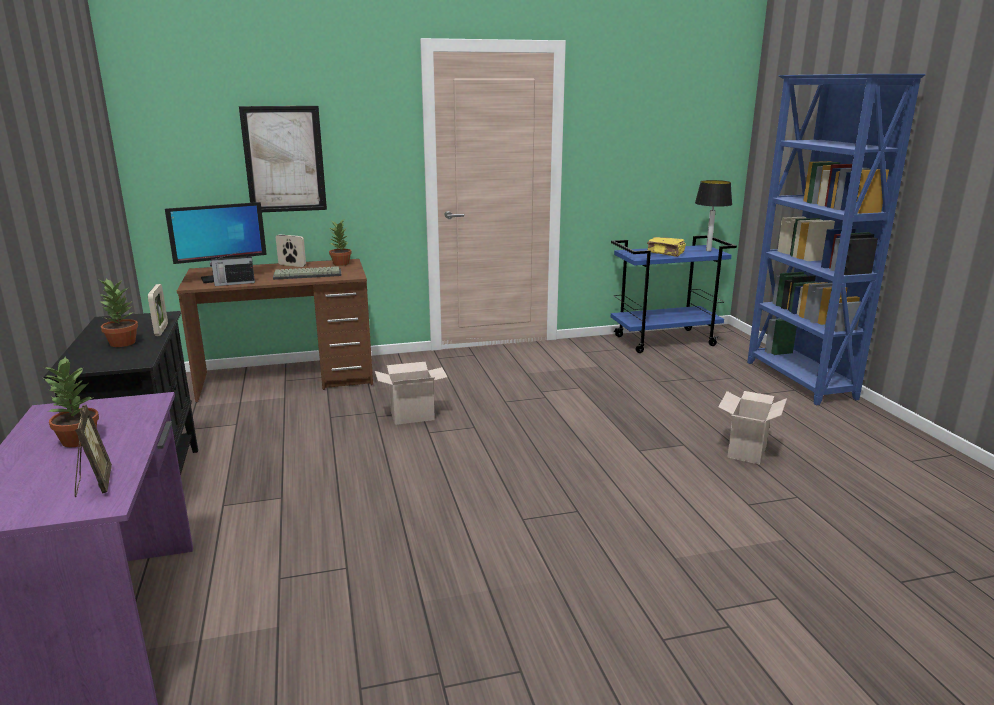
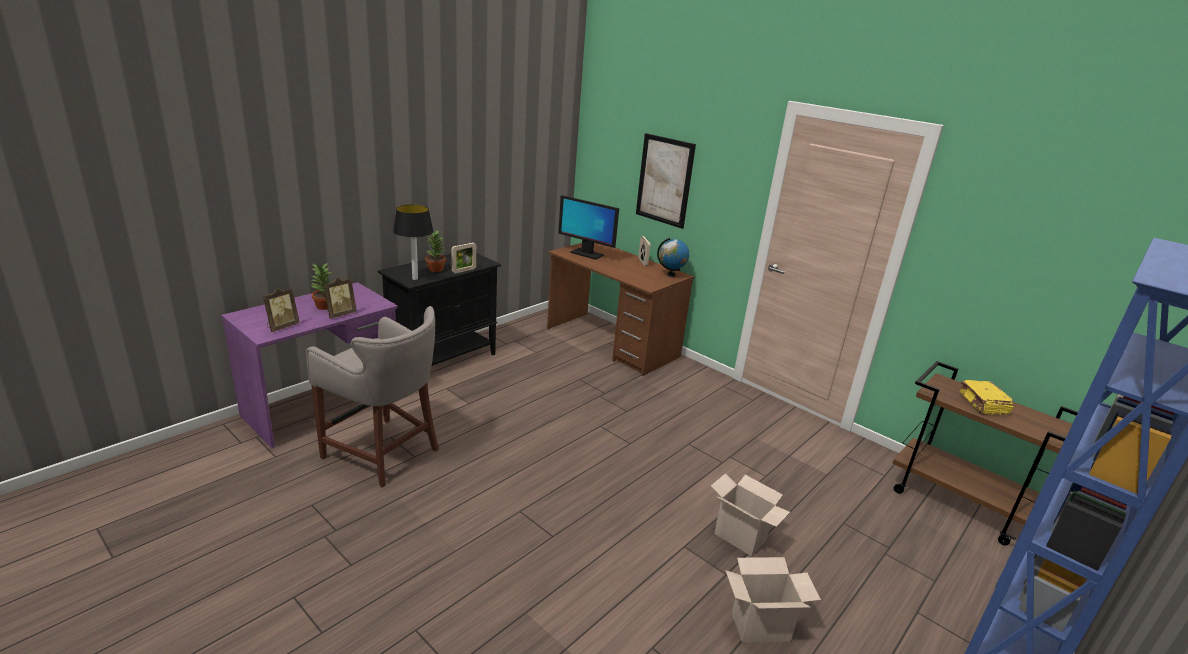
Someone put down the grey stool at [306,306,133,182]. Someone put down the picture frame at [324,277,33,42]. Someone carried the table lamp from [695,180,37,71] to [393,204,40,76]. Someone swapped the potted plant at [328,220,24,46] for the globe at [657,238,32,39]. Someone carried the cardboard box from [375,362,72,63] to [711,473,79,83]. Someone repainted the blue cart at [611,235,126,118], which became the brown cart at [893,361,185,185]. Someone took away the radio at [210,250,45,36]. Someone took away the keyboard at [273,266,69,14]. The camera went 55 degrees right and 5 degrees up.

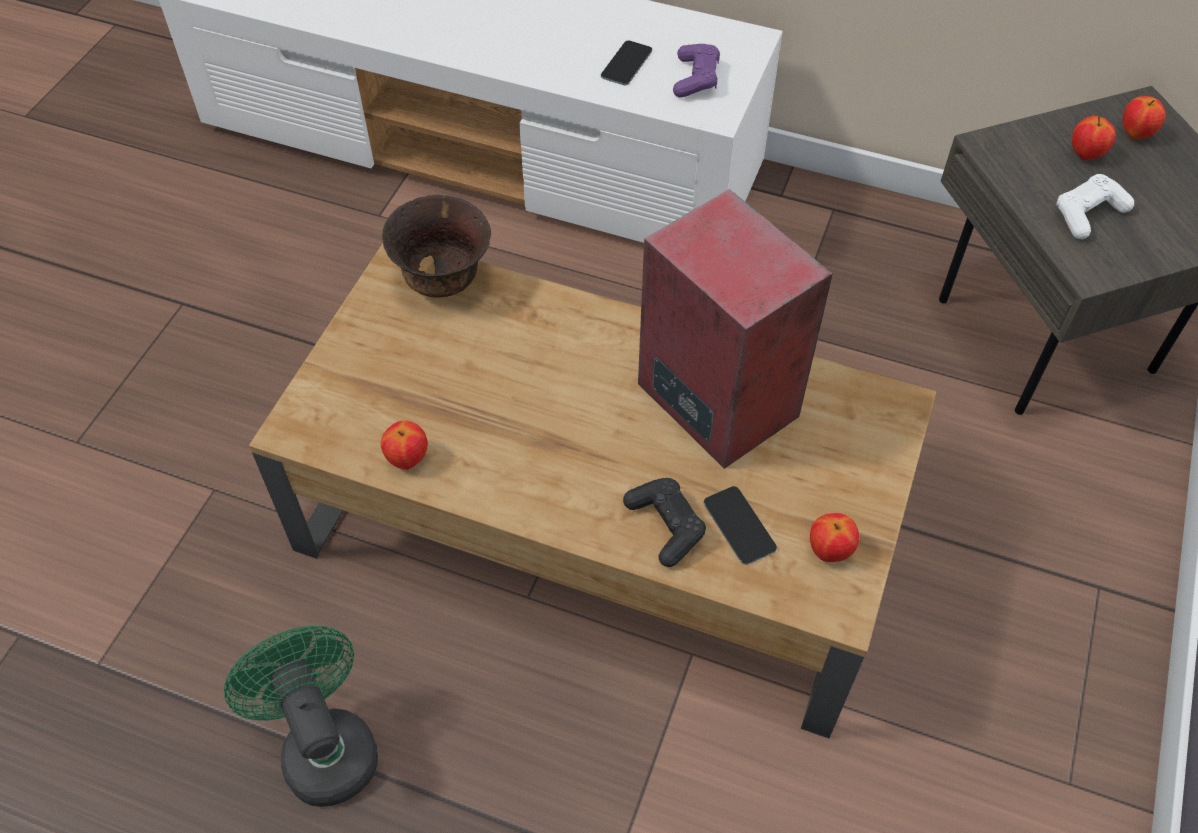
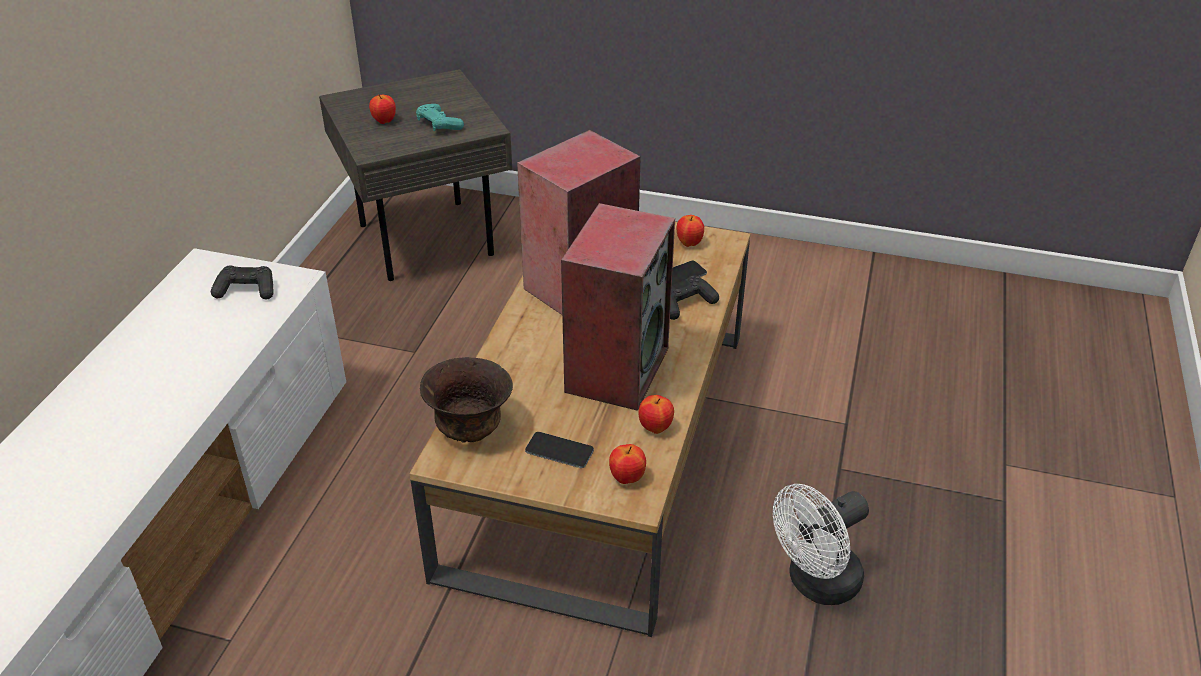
Someone repainted the purple game controller at [673,44,47,54], which became the black game controller at [211,266,62,33]. Someone repainted the white game controller at [1056,174,78,65], which became the turquoise game controller at [416,104,48,27]. Someone carried the phone from [601,40,51,45] to [525,432,69,36]. Someone put down the speaker at [561,203,114,208]. Someone carried the apple from [1122,96,44,43] to [609,444,37,40]. Someone repainted the green fan at [224,626,154,181], which became the white fan at [773,484,96,121]. The camera went 95 degrees left and 15 degrees down.

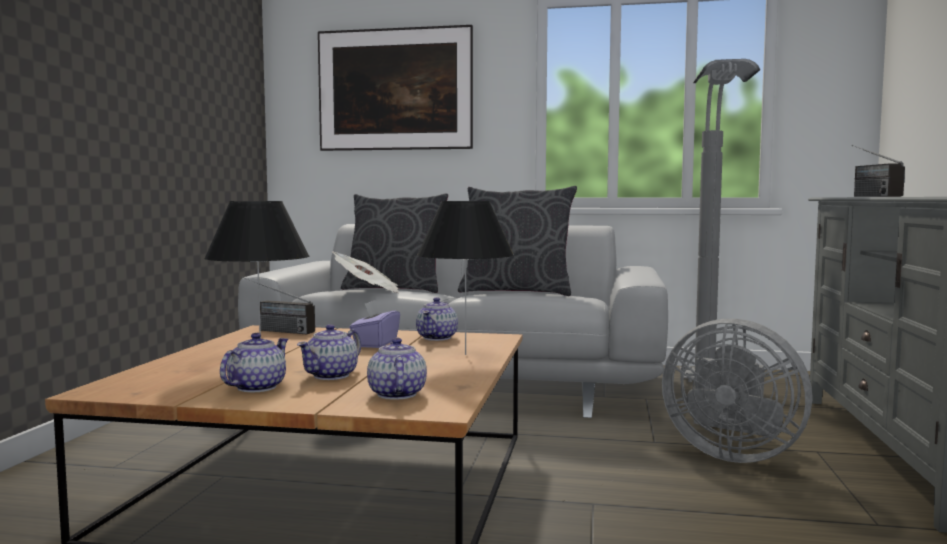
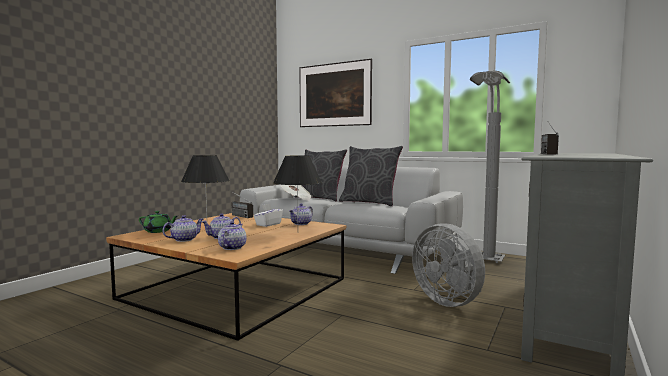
Someone put down the green teapot at [139,211,39,22]. Someone repainted the purple tissue box at [349,300,51,48], which became the white tissue box at [253,203,30,24]. The camera went 20 degrees right and 0 degrees up.

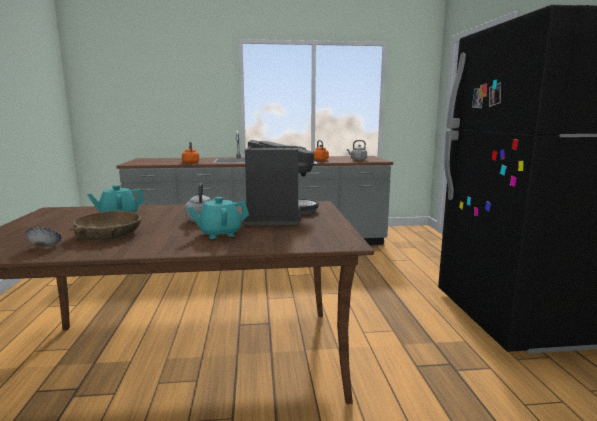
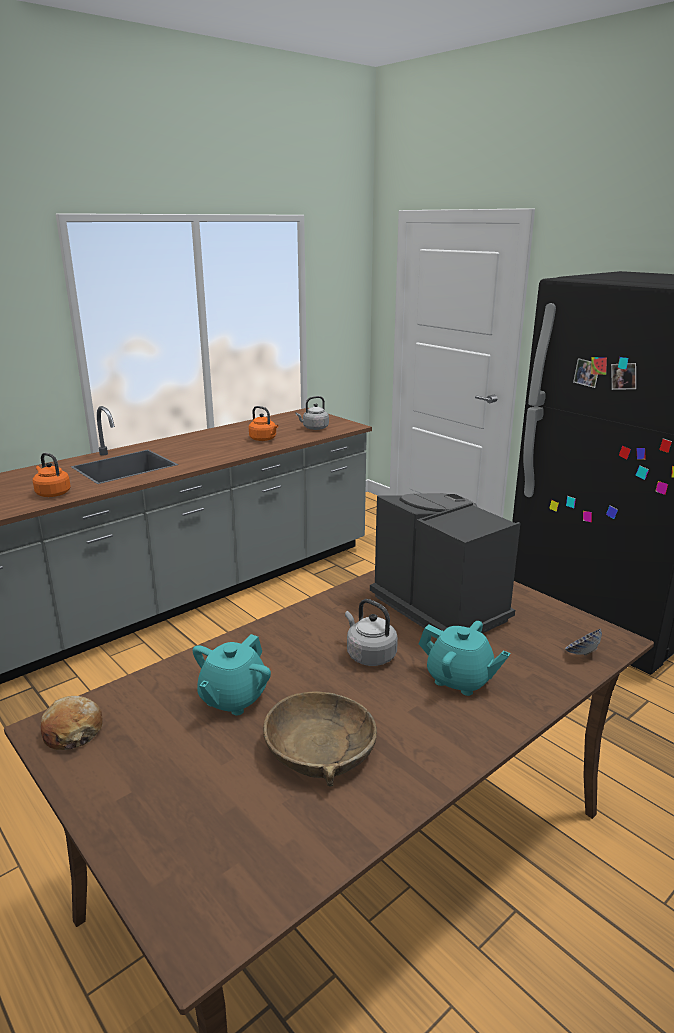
Someone put down the bread at [40,696,63,54]. Someone rotated the turquoise teapot at [187,197,62,42] by 90 degrees counterclockwise. Someone carried the bowl from [26,227,36,21] to [565,629,37,26]. The camera went 35 degrees left and 10 degrees up.

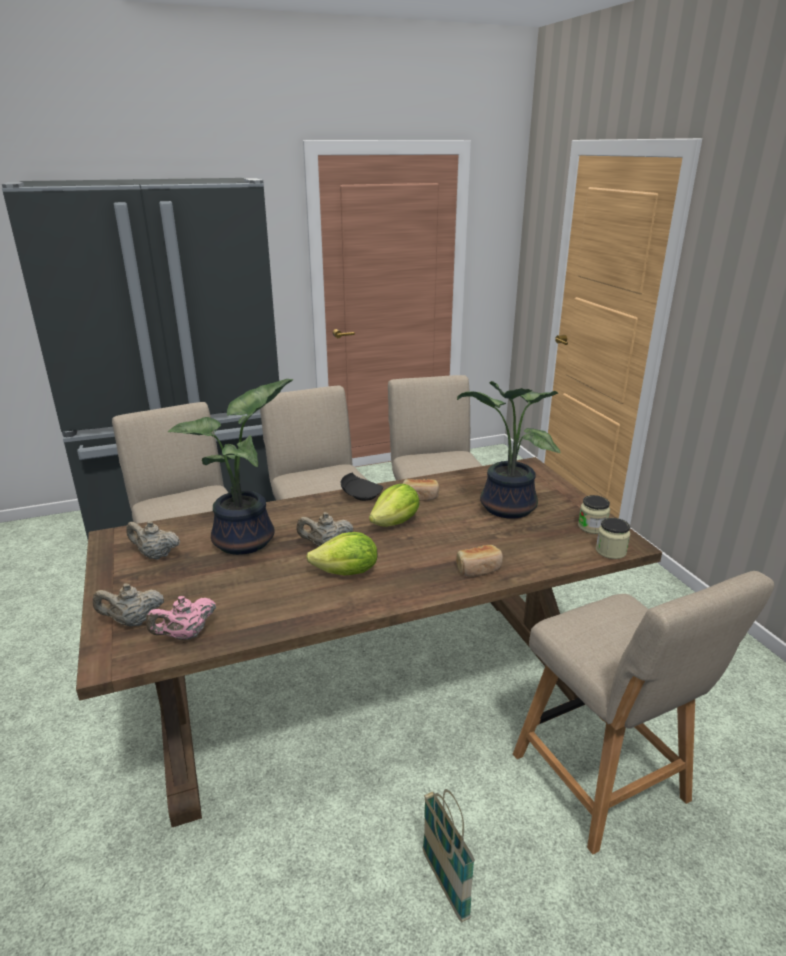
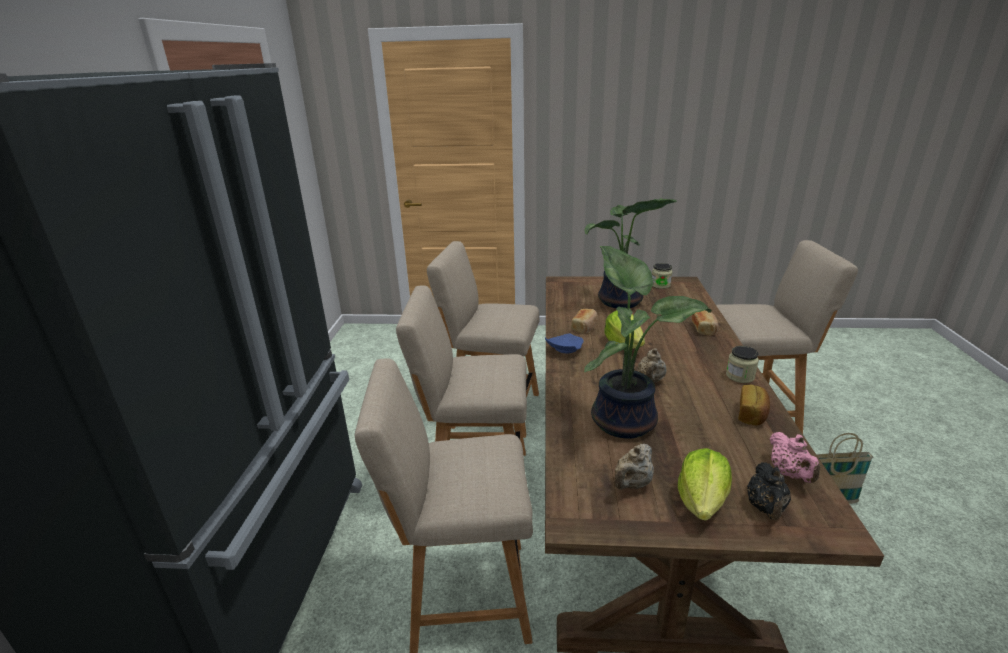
Someone repainted the black plate at [341,473,42,28], which became the blue plate at [545,334,39,19]. Someone carried the lettuce from [306,532,71,44] to [678,448,54,73]. Someone carried the jar from [596,518,34,41] to [726,346,33,37]. Someone put down the bread at [738,385,32,40]. Someone repainted the beige teapot at [93,583,71,44], which became the black teapot at [747,462,44,58]. The camera went 65 degrees left and 0 degrees up.

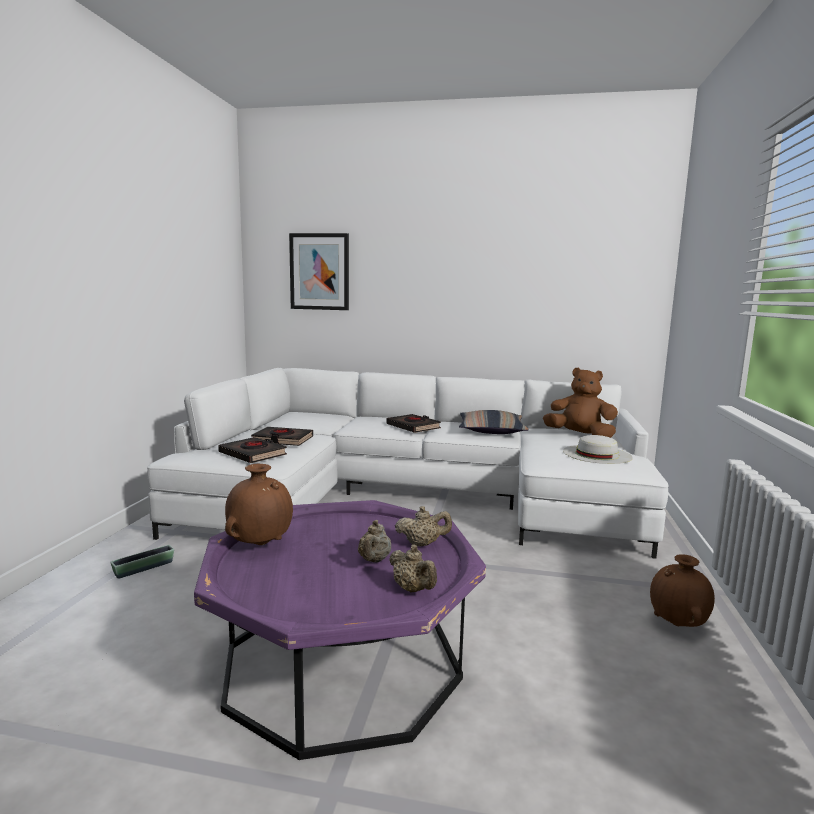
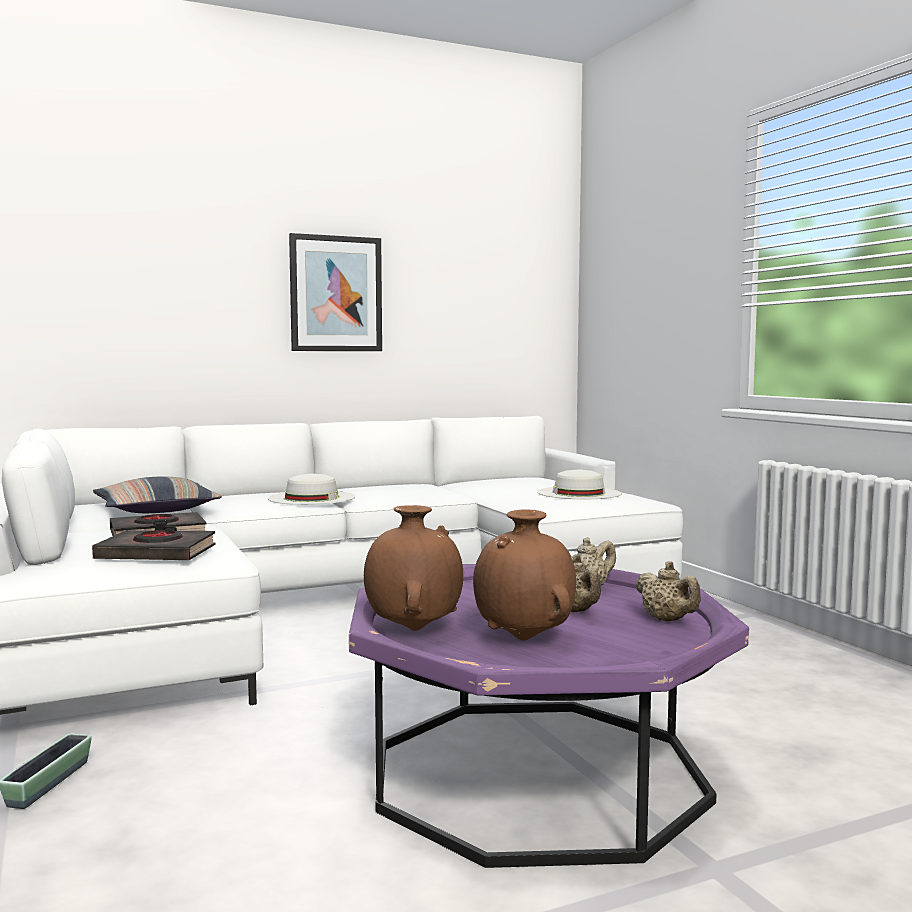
Someone carried the pillow from [459,410,69,24] to [93,477,129,36]. Someone swapped the black book at [387,414,54,19] for the white hat at [268,474,87,31]. Someone carried the picture from [289,233,60,77] to [289,233,93,118]. Someone carried the brown vase from [650,554,65,73] to [473,509,103,132]. Someone rotated the beige teapot at [389,545,48,47] by 45 degrees clockwise. Someone took away the brown plush toy at [543,367,75,71]. The camera went 35 degrees left and 5 degrees down.

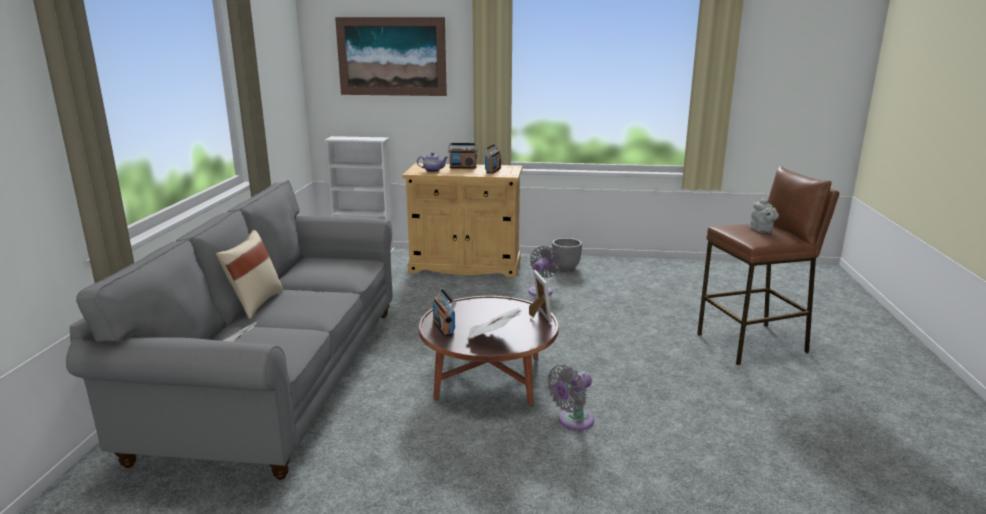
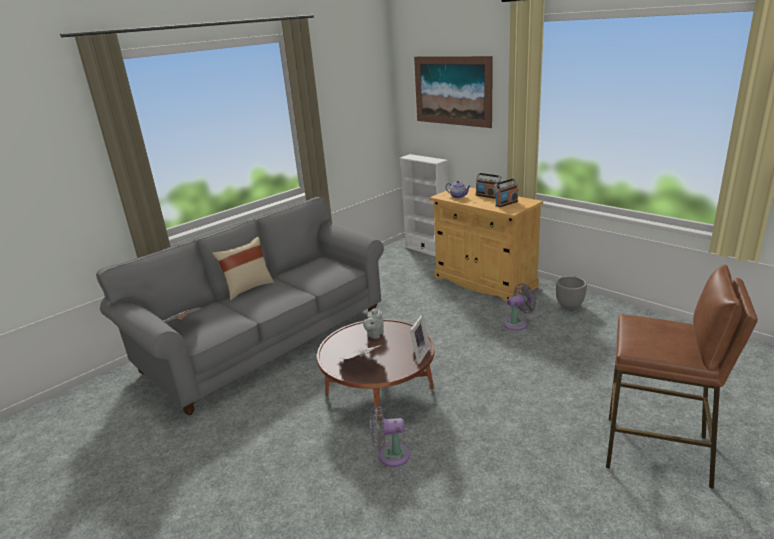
Someone carried the grey teapot from [750,197,29,36] to [363,307,21,32]. Someone took away the radio at [433,288,23,48]. The camera went 40 degrees right and 5 degrees up.

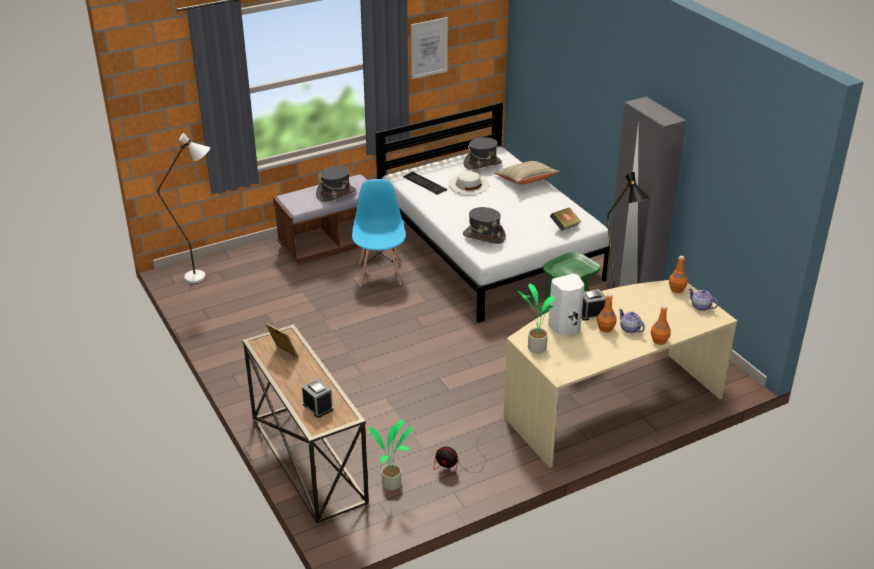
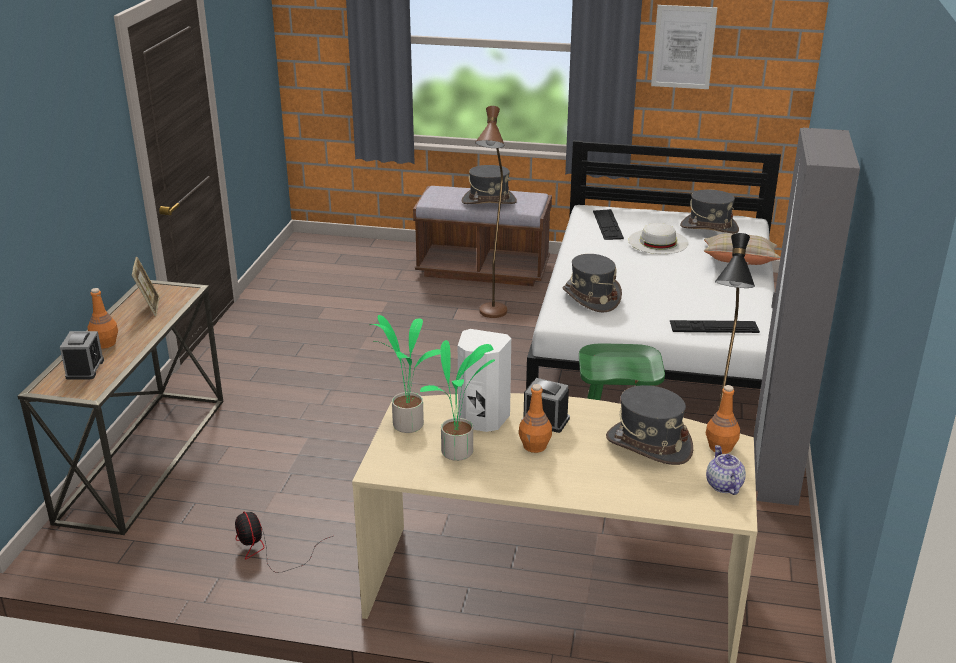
Someone carried the orange bottle from [651,305,20,40] to [87,288,31,60]. Someone carried the potted plant from [369,420,44,71] to [420,340,75,121]. Someone swapped the blue chair at [352,179,54,107] for the brown floor lamp at [475,106,32,212]. Someone put down the grey hat at [606,385,87,80]. Someone swapped the book at [550,207,31,24] for the keyboard at [670,320,90,13]. Someone took away the white floor lamp at [157,133,53,150]. Someone took away the teapot at [619,309,26,24]. The camera went 40 degrees right and 5 degrees down.

